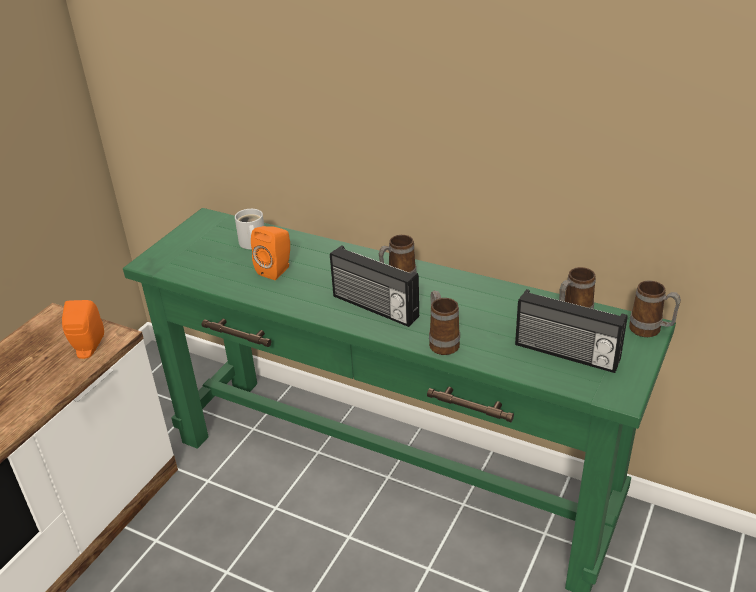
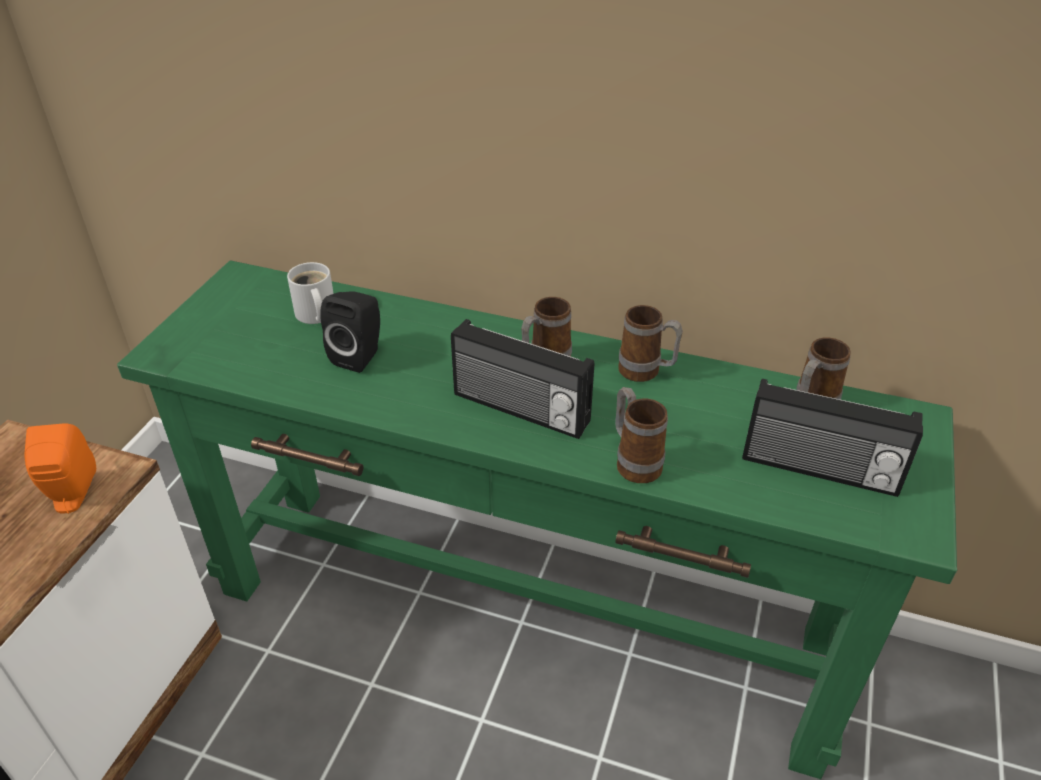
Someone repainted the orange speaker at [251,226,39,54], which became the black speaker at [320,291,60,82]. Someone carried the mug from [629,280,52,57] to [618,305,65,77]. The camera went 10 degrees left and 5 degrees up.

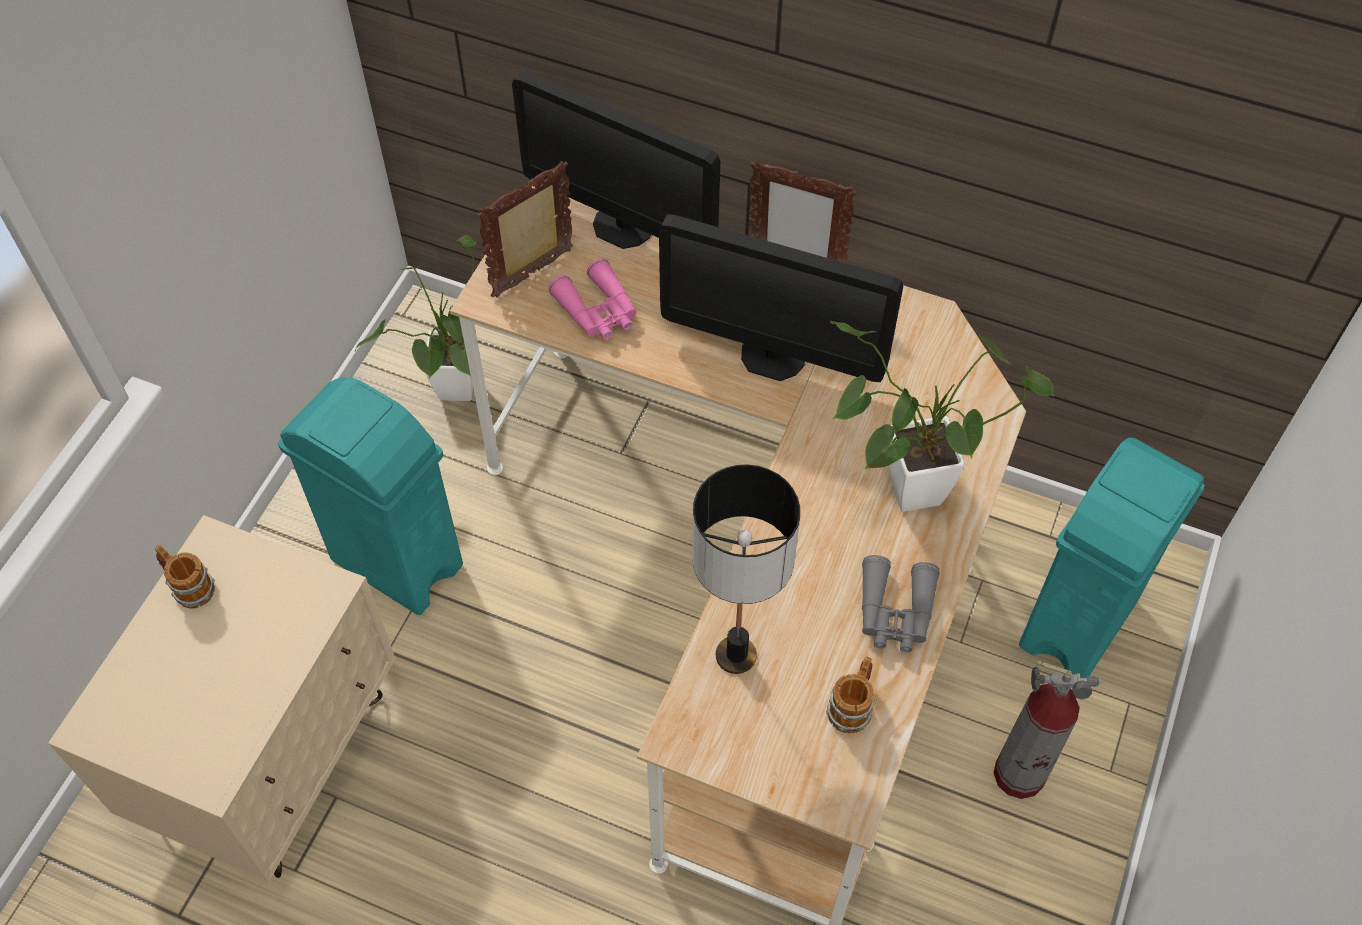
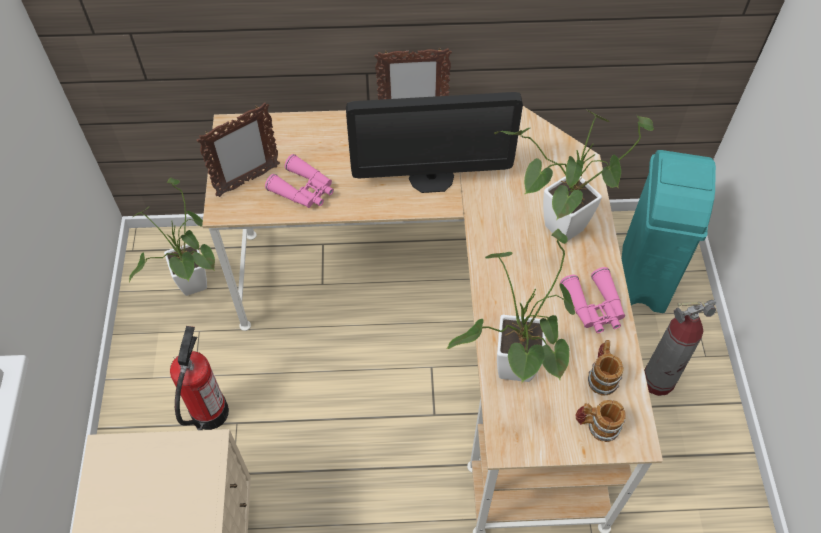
Someone swapped the turquoise trash can at [278,377,185,238] for the fire extinguisher at [170,326,59,104]. Someone rotated the picture frame at [477,161,96,137] by 150 degrees counterclockwise. Someone swapped the table lamp at [692,464,108,210] for the potted plant at [446,229,129,154]. Someone repainted the grey binoculars at [862,555,78,97], which became the pink binoculars at [560,267,65,66]. Someone carried the mug from [155,545,60,64] to [576,400,50,42]. Someone took away the monitor at [512,71,208,178]. The camera went 25 degrees left and 0 degrees up.

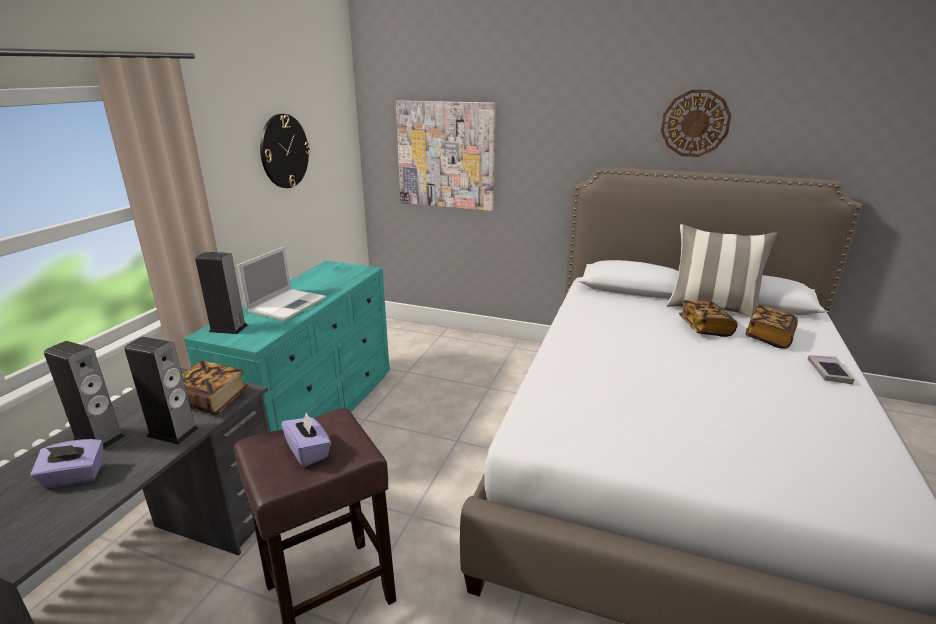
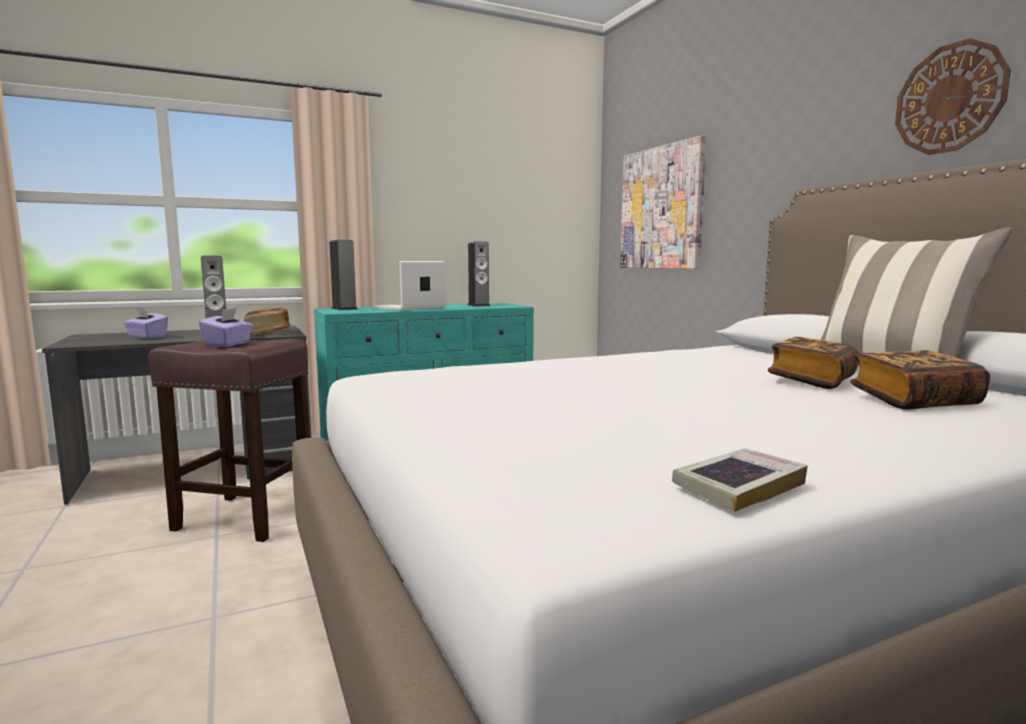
Someone rotated the laptop at [237,247,89,74] by 150 degrees clockwise. Someone carried the speaker from [44,341,81,109] to [468,241,22,66]. Someone carried the book from [807,355,48,29] to [672,449,136,63]. Someone took away the wall clock at [260,114,50,74]. The camera went 45 degrees right and 15 degrees down.

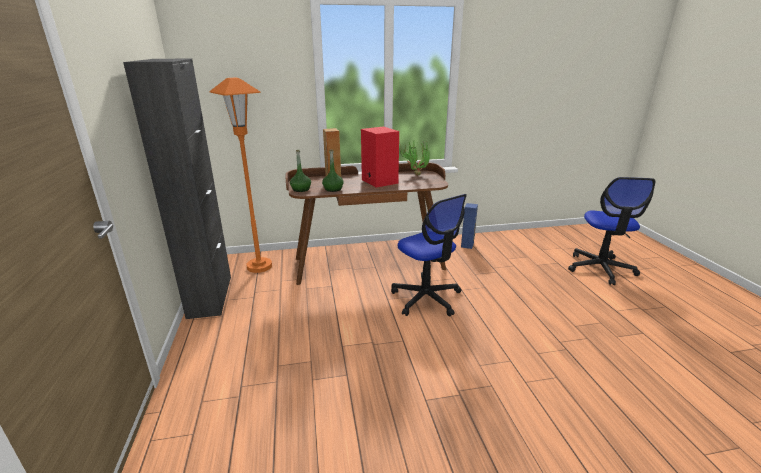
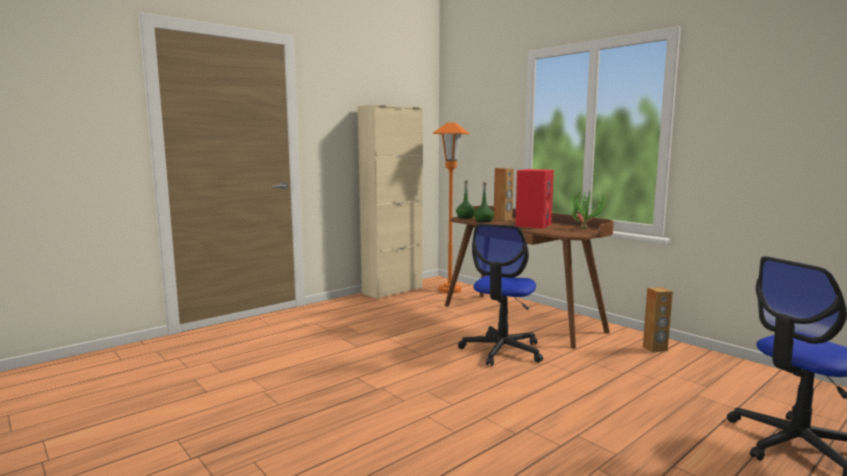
Someone repainted the black cabinet at [123,59,108,260], which became the beige cabinet at [358,105,65,194]. Someone repainted the blue speaker at [461,203,17,46], which became the brown speaker at [643,287,30,65]. The camera went 60 degrees right and 15 degrees down.

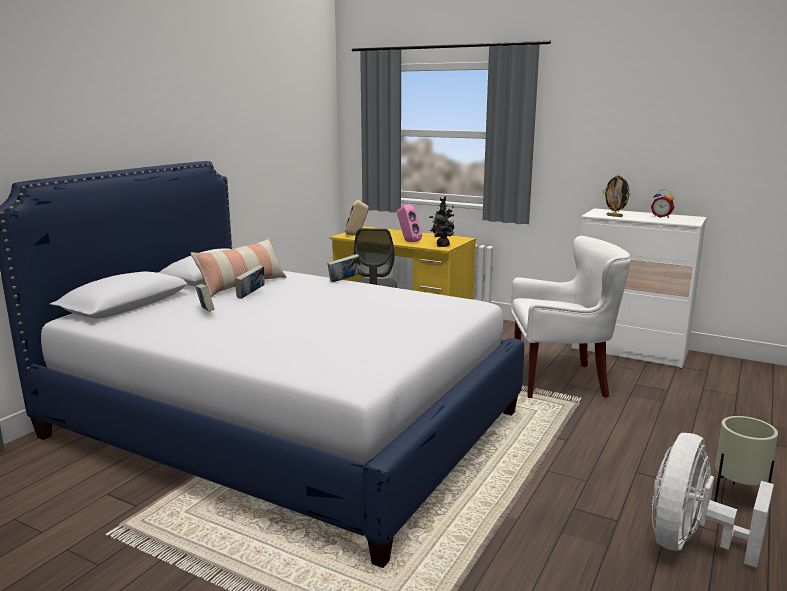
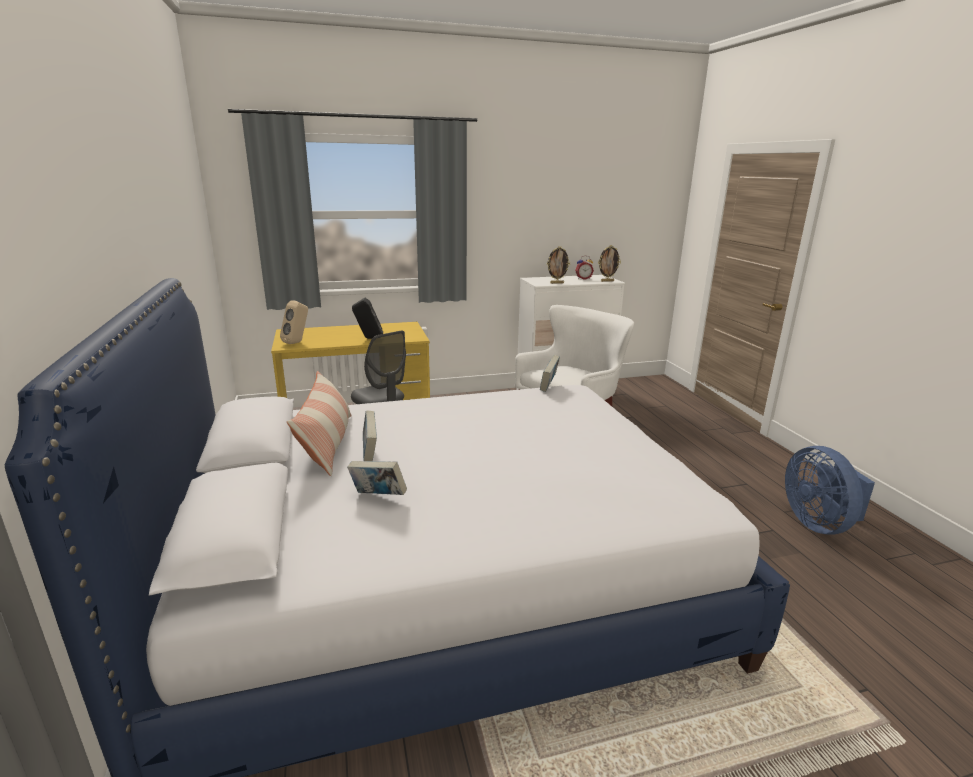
Someone repainted the pink speaker at [397,204,25,38], which became the black speaker at [352,298,31,41]. Someone carried the book from [327,254,35,29] to [540,355,20,37]. Someone put down the picture frame at [598,245,23,37]. Someone repainted the white fan at [652,433,122,135], which became the blue fan at [785,446,90,89]. Someone took away the potted plant at [429,196,26,51]. Someone took away the beige planter at [714,416,64,86]. The camera went 45 degrees left and 5 degrees up.

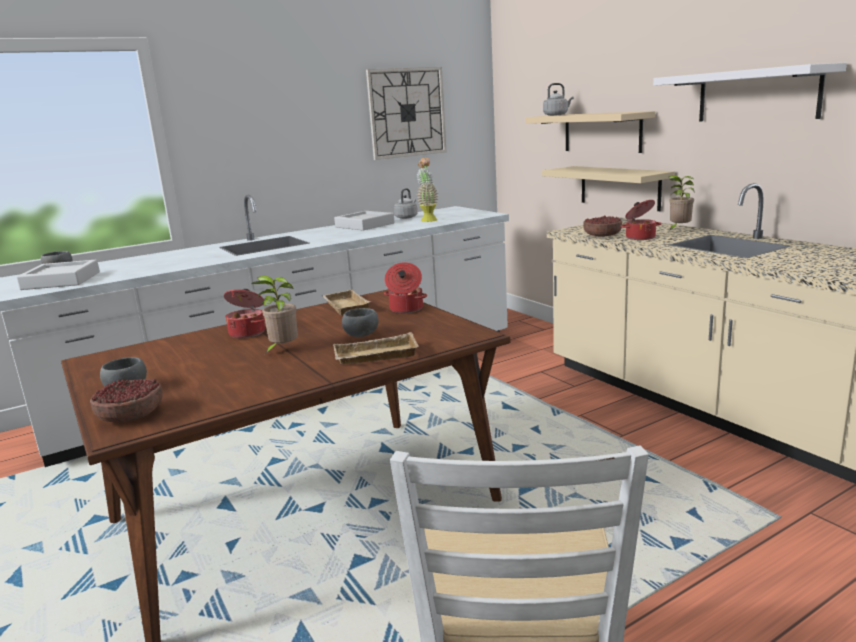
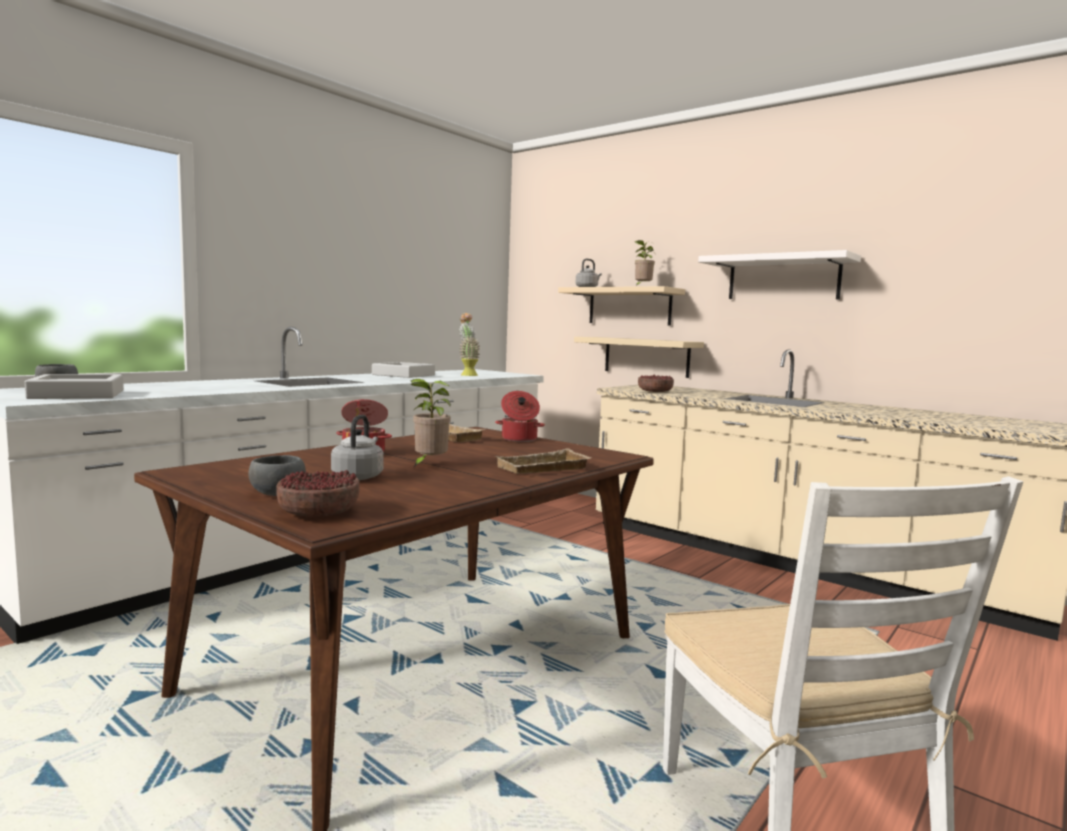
Someone carried the grey kettle from [394,188,23,31] to [331,415,53,65]. Someone carried the potted plant from [669,175,26,56] to [634,240,21,47]. Someone took away the grey bowl at [342,308,37,29]. Someone took away the wall clock at [366,67,80,93]. Someone took away the cooking pot at [621,200,40,40]. The camera went 20 degrees left and 10 degrees down.

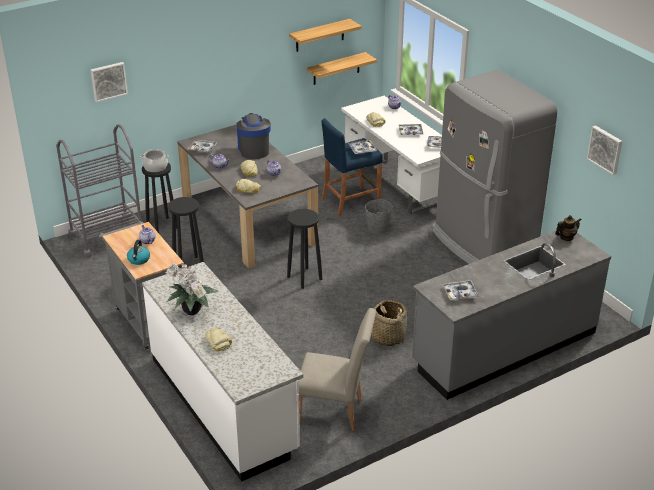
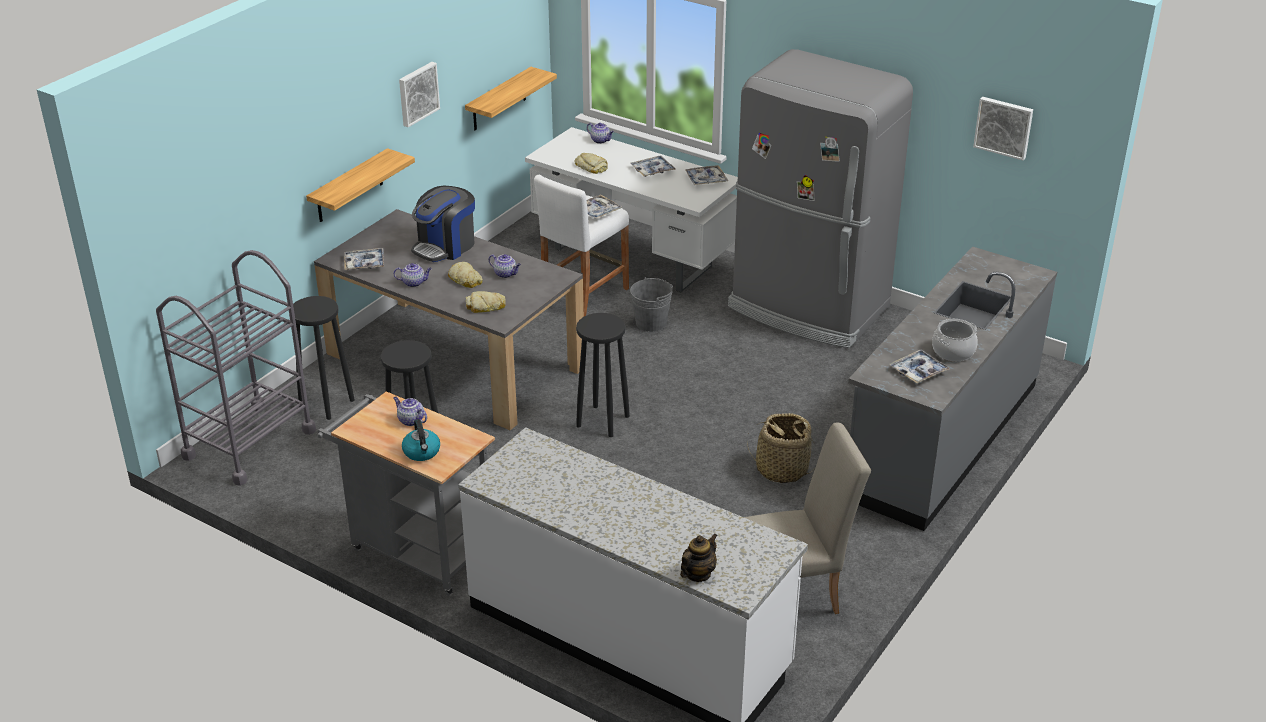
Someone carried the shelf from [289,19,73,33] to [306,148,109,74]. Someone carried the picture from [91,62,37,40] to [399,62,41,65]. Someone rotated the coffee machine at [237,113,34,46] by 105 degrees counterclockwise. Someone repainted the blue stool at [321,118,62,98], which became the white stool at [534,175,95,141]. Someone carried the teapot from [555,215,26,26] to [680,533,38,49]. Someone carried the cooking pot from [140,149,29,23] to [932,319,46,42]. Someone took away the potted plant at [166,263,53,52]. Someone took away the bread at [205,328,27,23]. The camera went 25 degrees left and 0 degrees up.

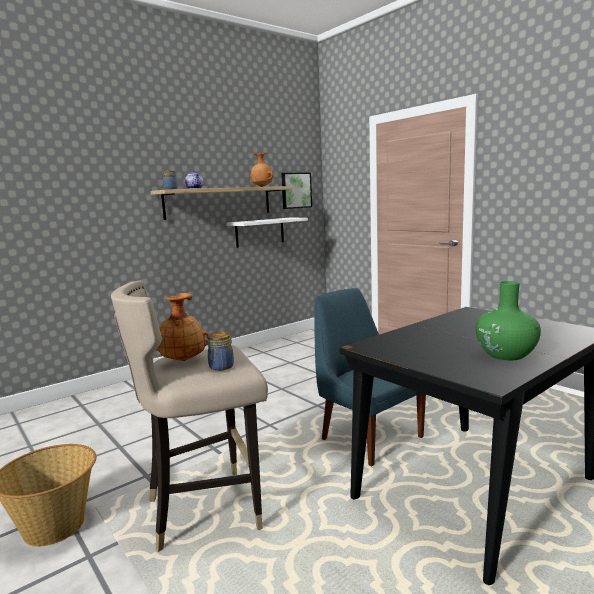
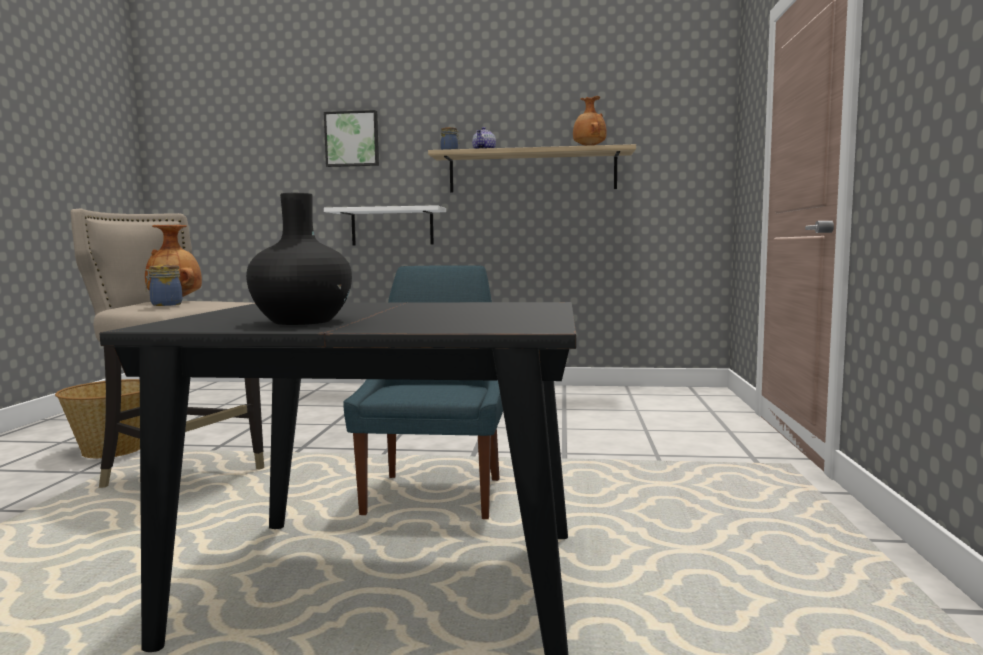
Someone repainted the green vase at [476,281,65,79], which became the black vase at [246,193,106,132]. Someone carried the picture from [281,173,31,36] to [324,110,55,57]. Someone carried the white shelf from [227,218,81,30] to [324,205,122,41]. The camera went 45 degrees right and 5 degrees down.

